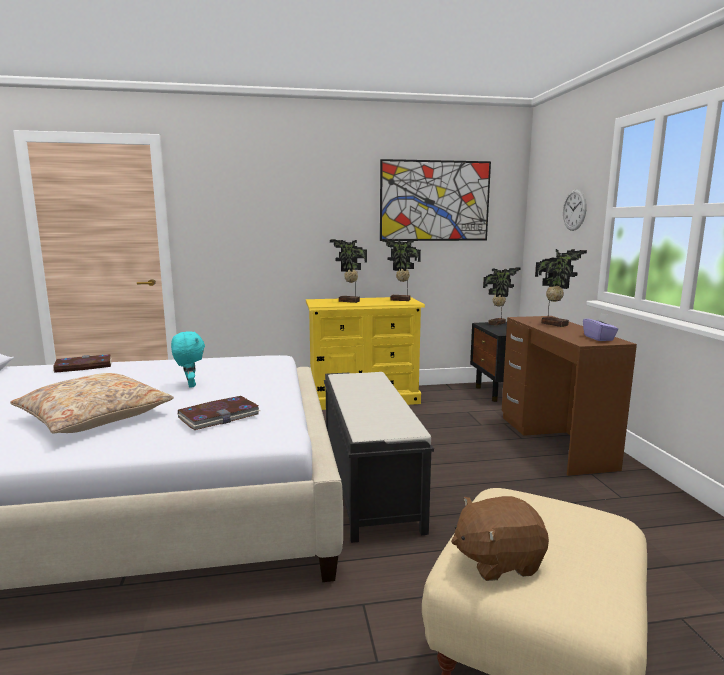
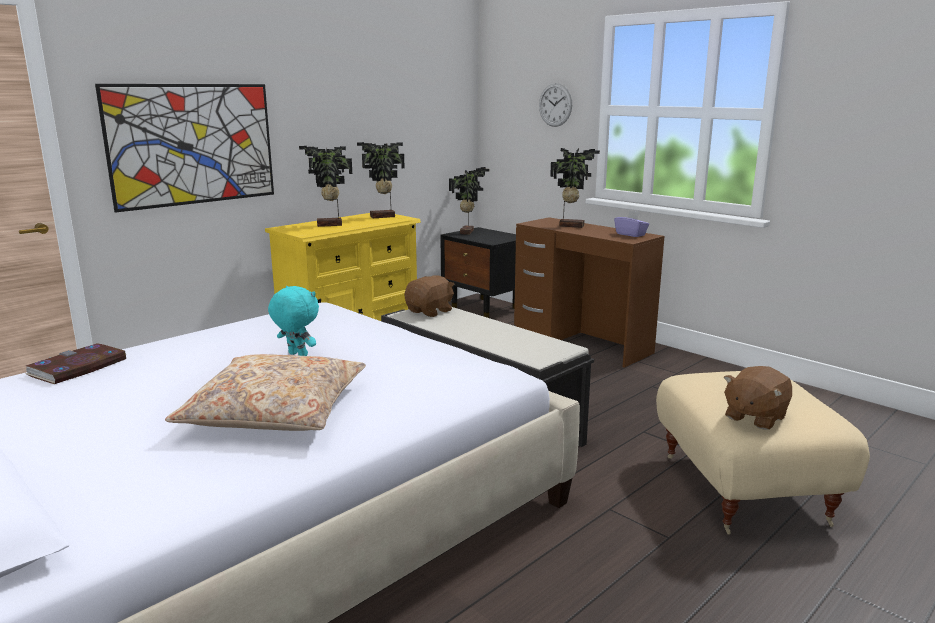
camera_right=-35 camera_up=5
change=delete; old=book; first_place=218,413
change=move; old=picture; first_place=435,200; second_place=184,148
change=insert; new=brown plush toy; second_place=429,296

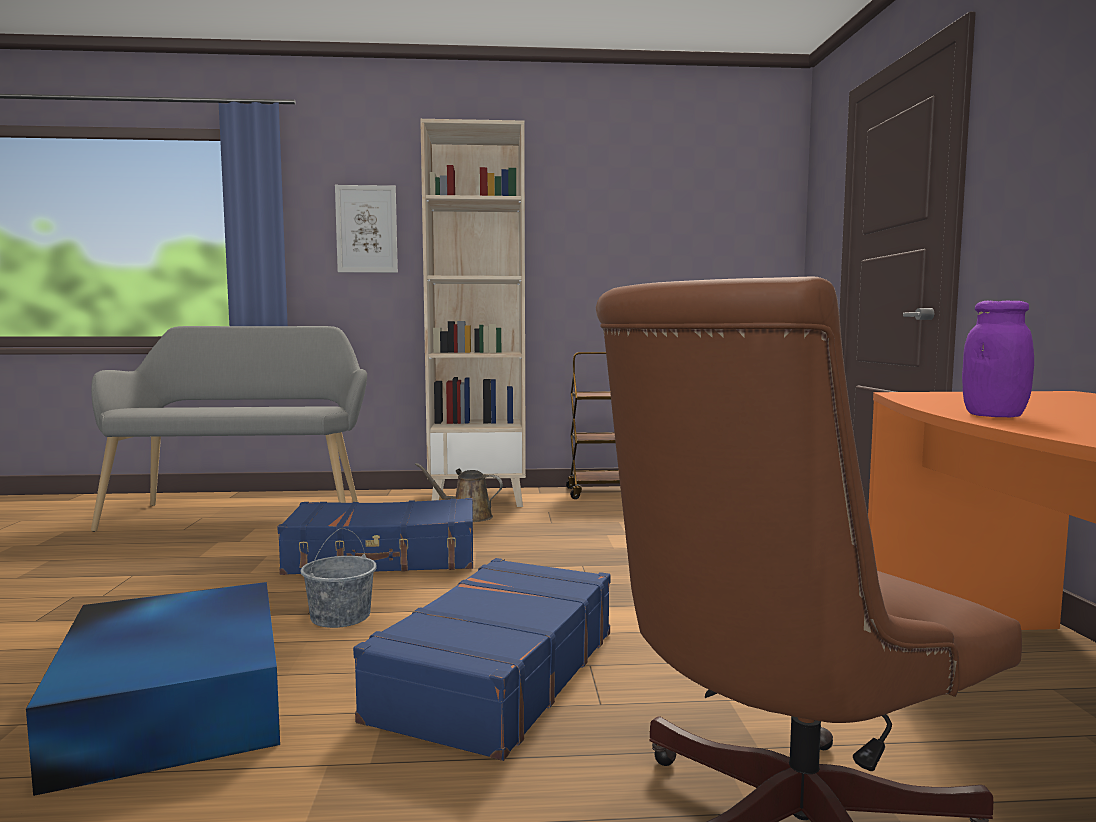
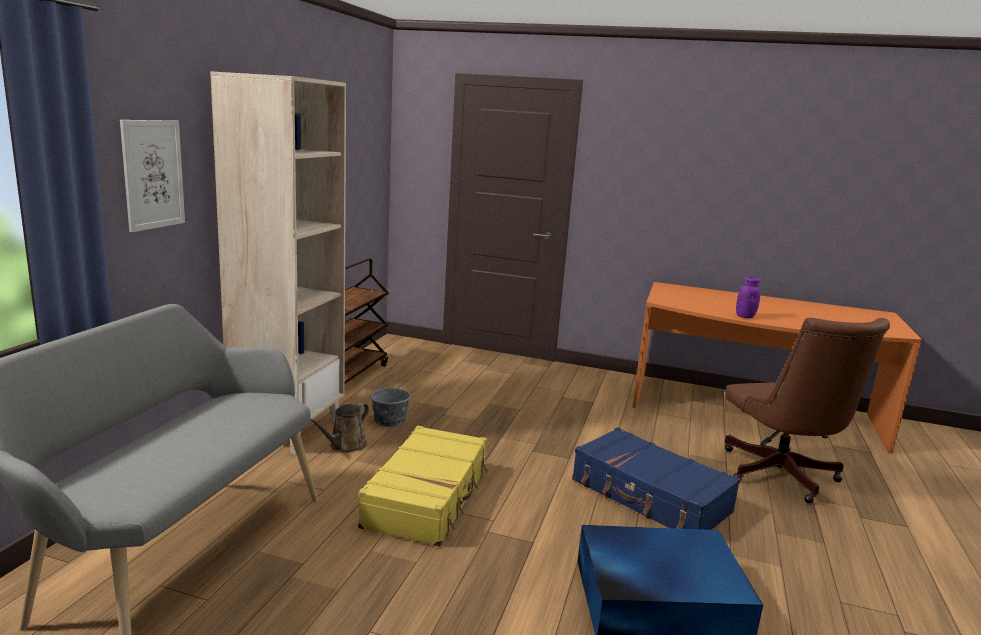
camera_right=-70 camera_up=10
change=recolor; old=blue suitcase; new=yellow suitcase; first_place=375,536; second_place=423,486
change=move; old=grey bucket; first_place=339,578; second_place=390,401

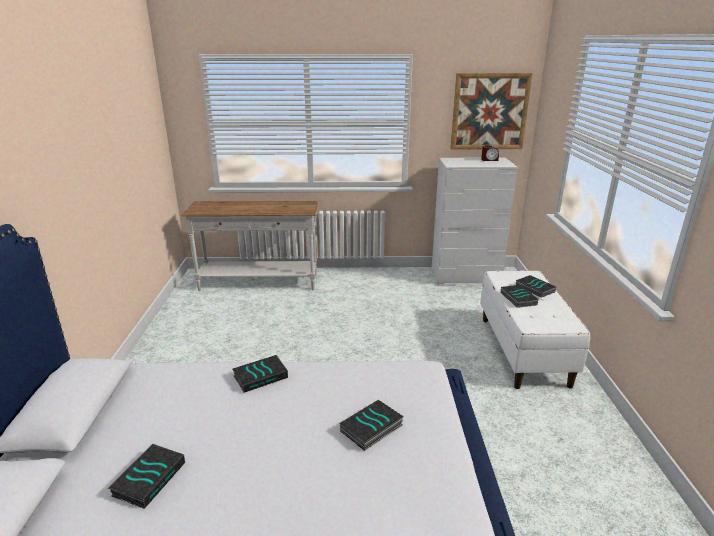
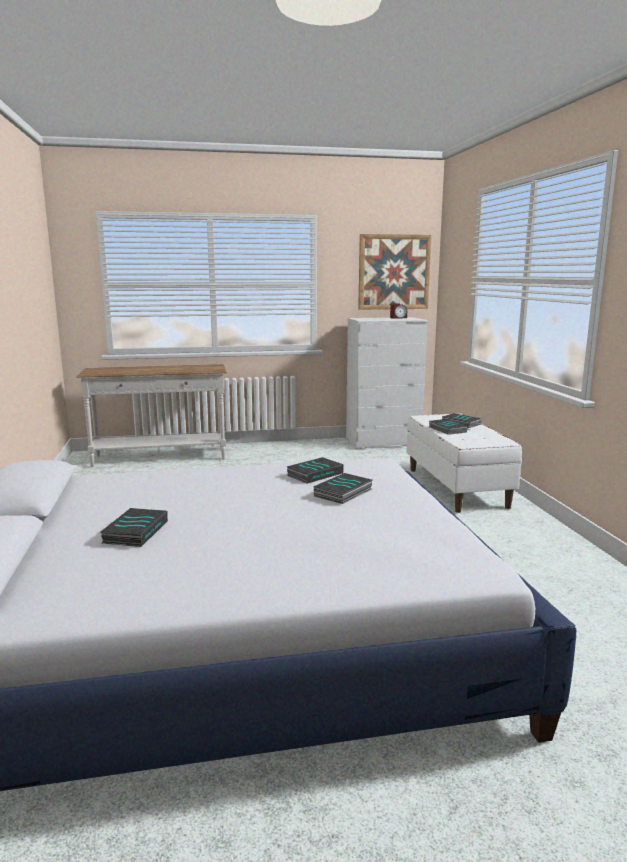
camera_right=-10 camera_up=-10
change=move; old=book; first_place=260,374; second_place=315,470

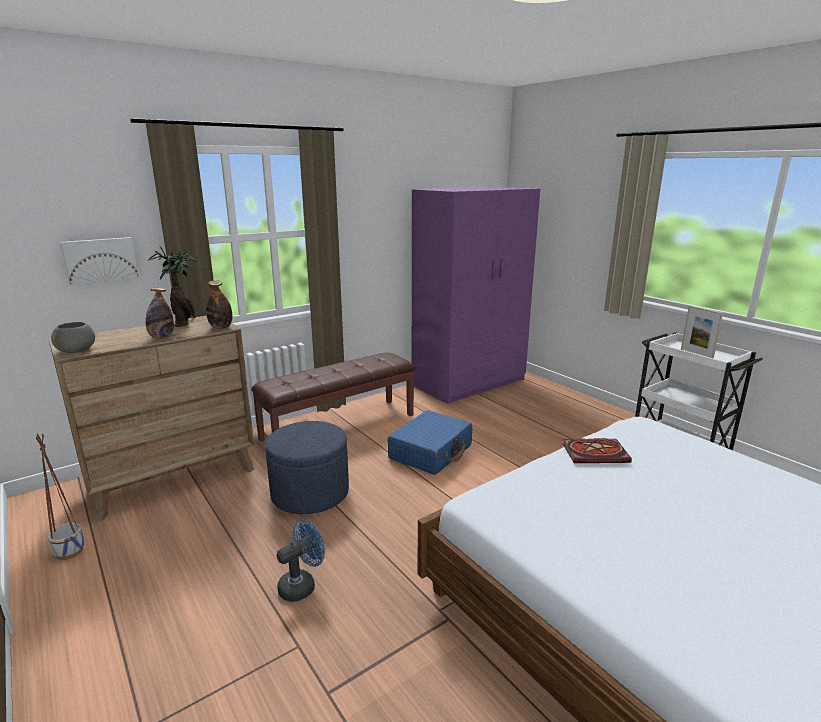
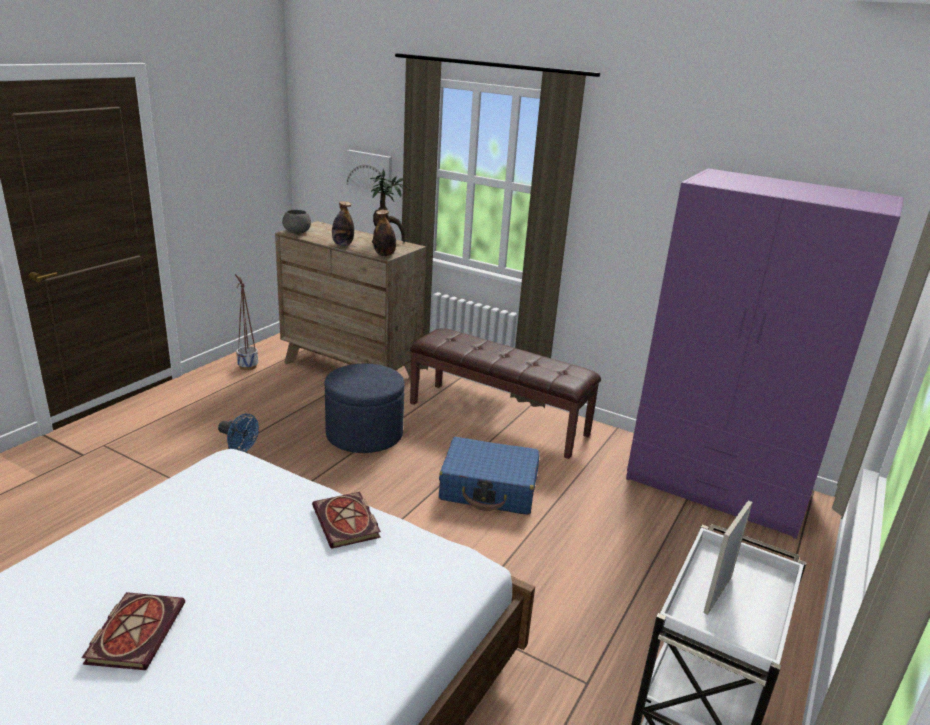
camera_right=65 camera_up=5
change=insert; new=book; second_place=133,631

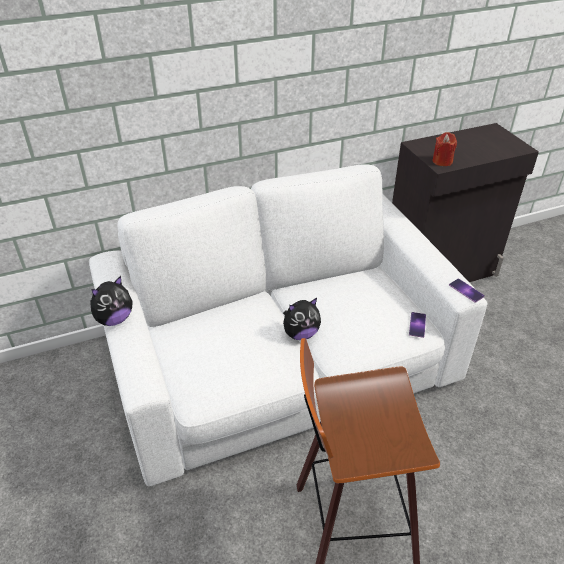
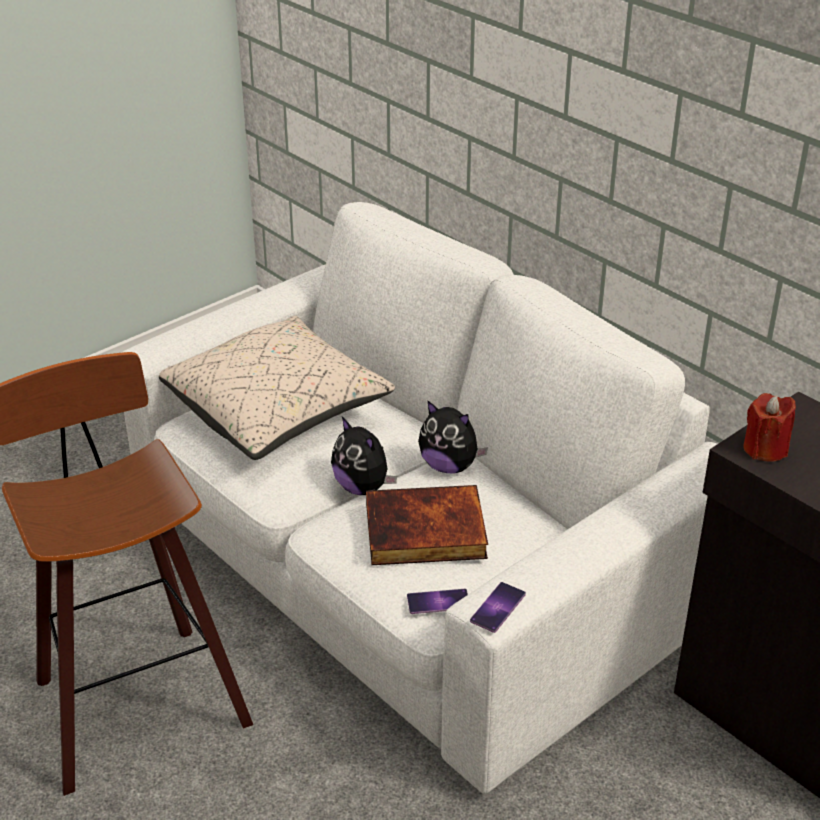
camera_right=70 camera_up=-5
change=move; old=plush toy; first_place=111,301; second_place=453,436
change=insert; new=beige pillow; second_place=277,388
change=insert; new=book; second_place=427,525

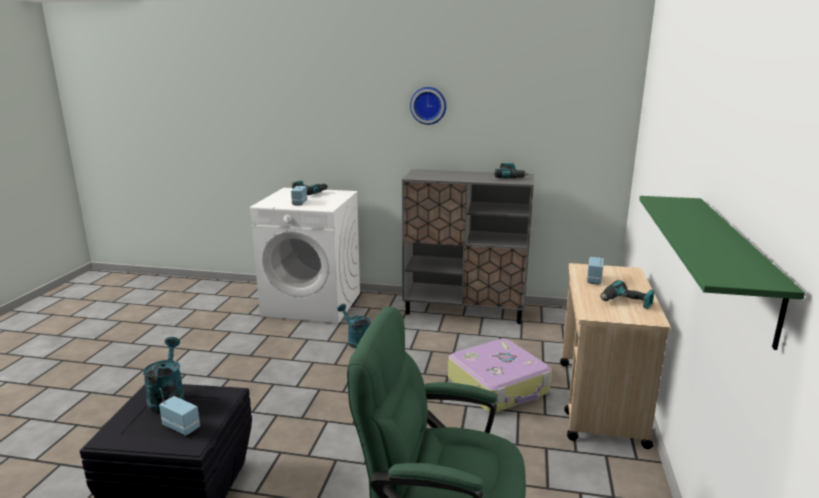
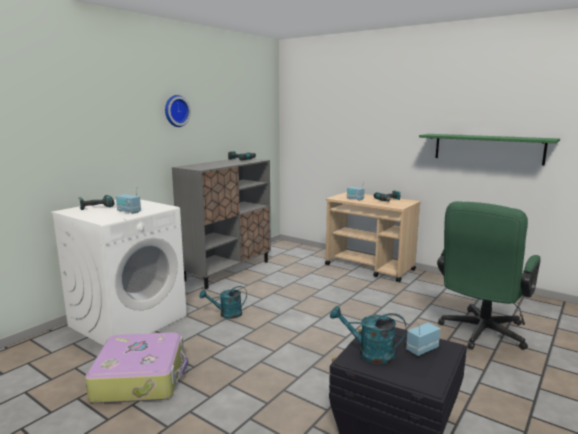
camera_right=-65 camera_up=-5
change=move; old=suitcase; first_place=500,376; second_place=136,367

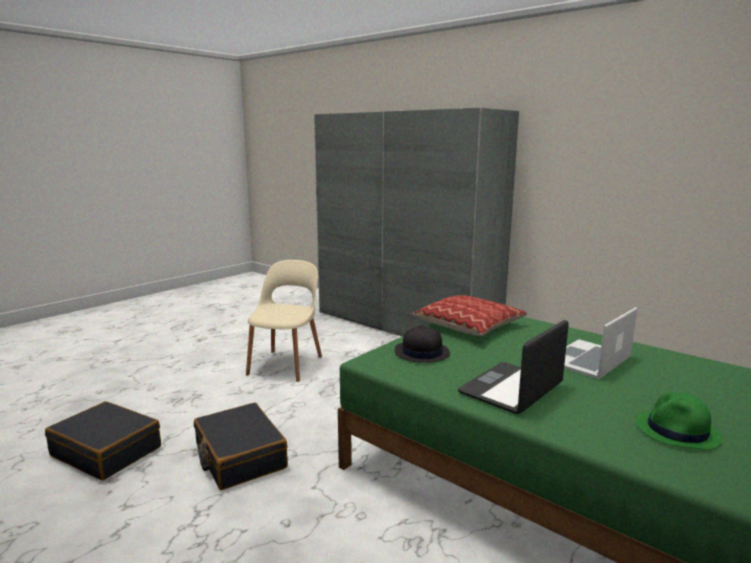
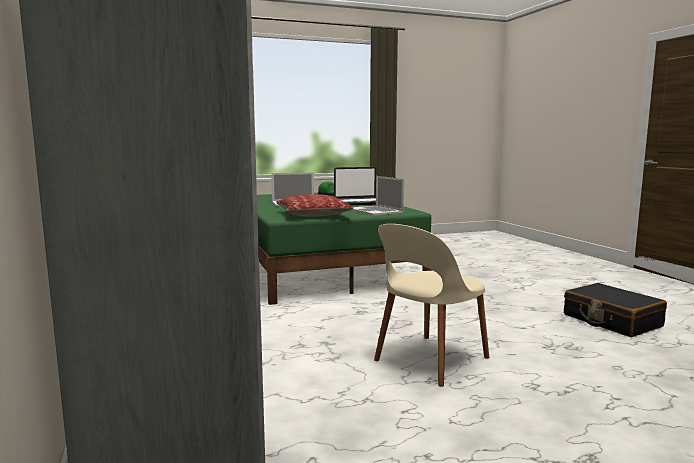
camera_right=-150 camera_up=-5
change=delete; old=black suitcase; first_place=241,446
change=replace; old=black hat; new=laptop; first_place=422,344; second_place=377,196

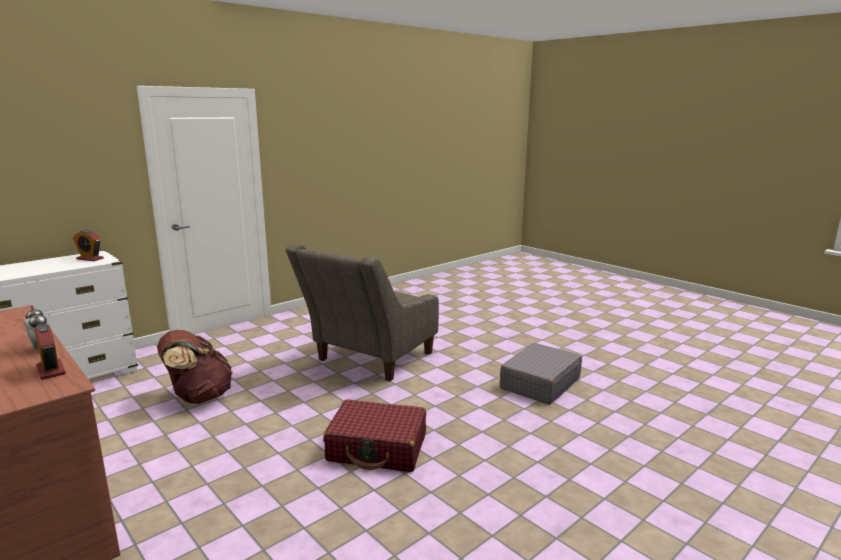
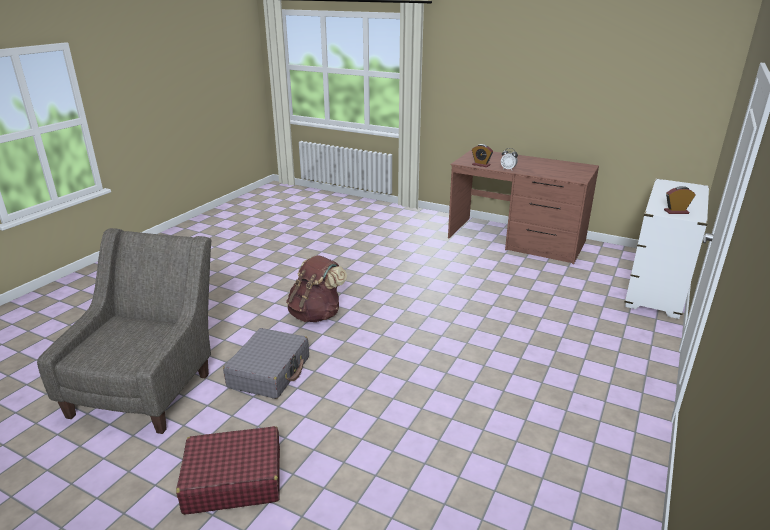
camera_right=160 camera_up=10
change=move; old=brown backpack; first_place=195,367; second_place=316,288
change=move; old=grey armchair; first_place=362,312; second_place=124,331
change=move; old=red suitcase; first_place=374,435; second_place=228,470

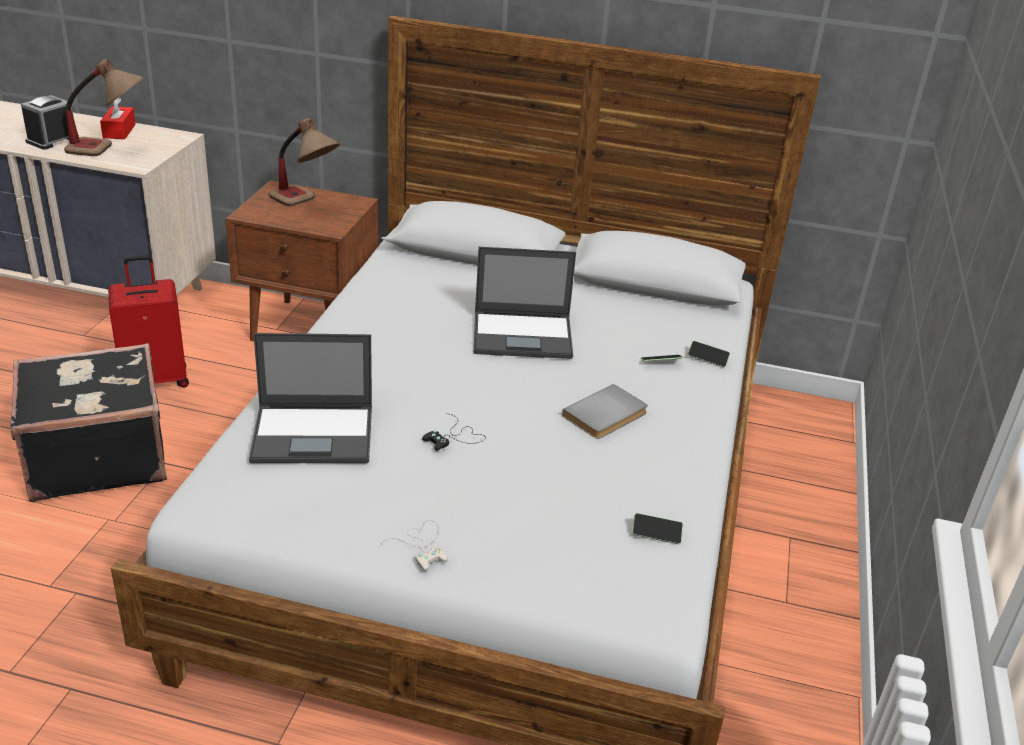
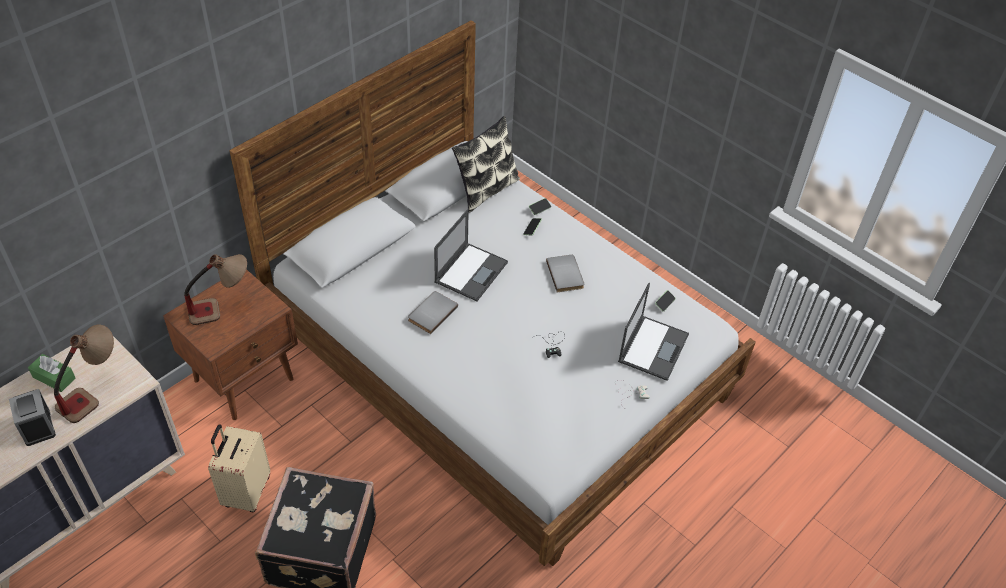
camera_right=-60 camera_up=15
change=recolor; old=red tissue box; new=green tissue box; first_place=118,118; second_place=51,373
change=recolor; old=red suitcase; new=beige suitcase; first_place=148,321; second_place=239,468
change=move; old=laptop; first_place=310,398; second_place=653,332
change=insert; new=grey book; second_place=433,312
change=insert; new=pillow; second_place=486,164

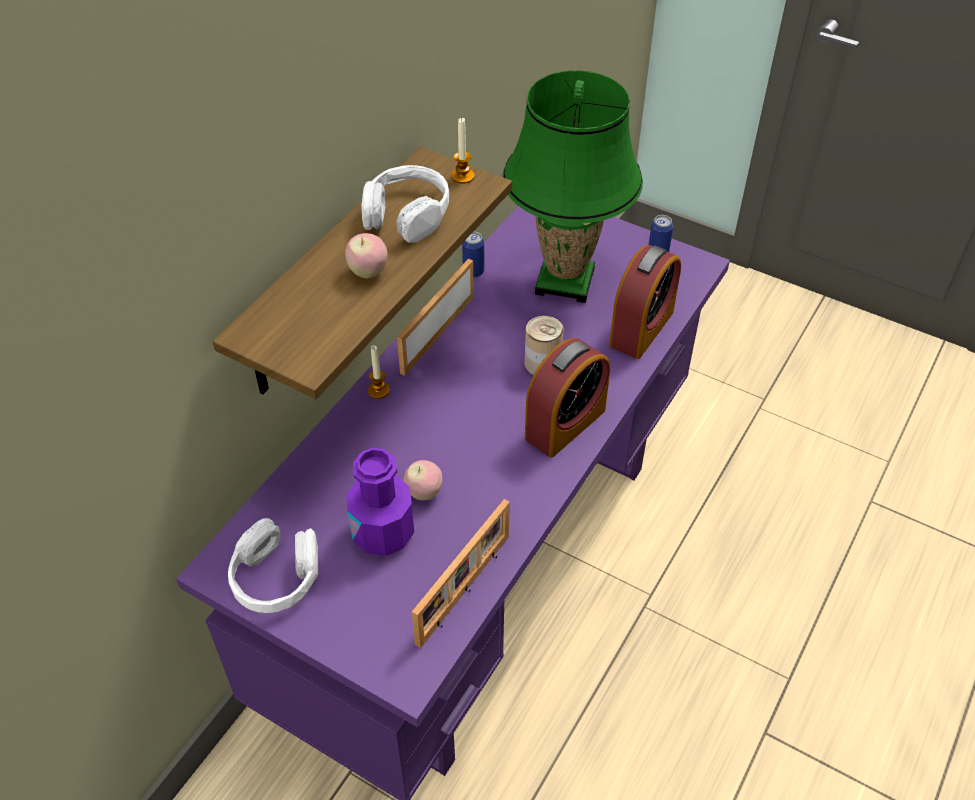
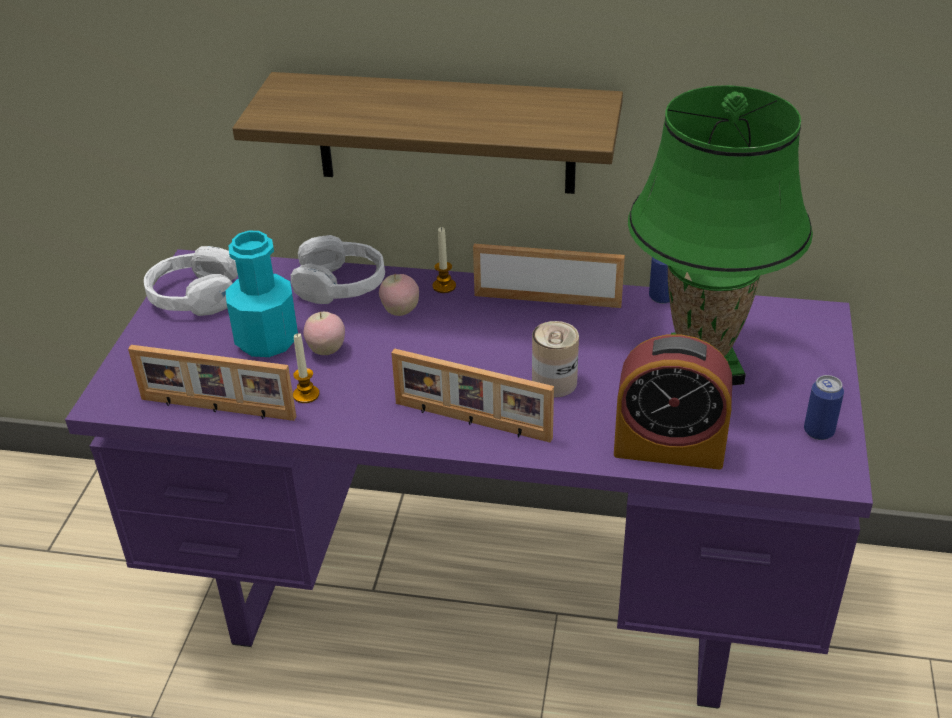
camera_right=70 camera_up=-10
change=move; old=apple; first_place=366,255; second_place=399,294
change=recolor; old=purple bottle; new=turquoise bottle; first_place=380,502; second_place=262,294
change=move; old=white headphones; first_place=405,204; second_place=338,269
change=move; old=candle; first_place=462,150; second_place=306,368
change=replace; old=alarm clock; new=picture frame; first_place=567,398; second_place=472,395

